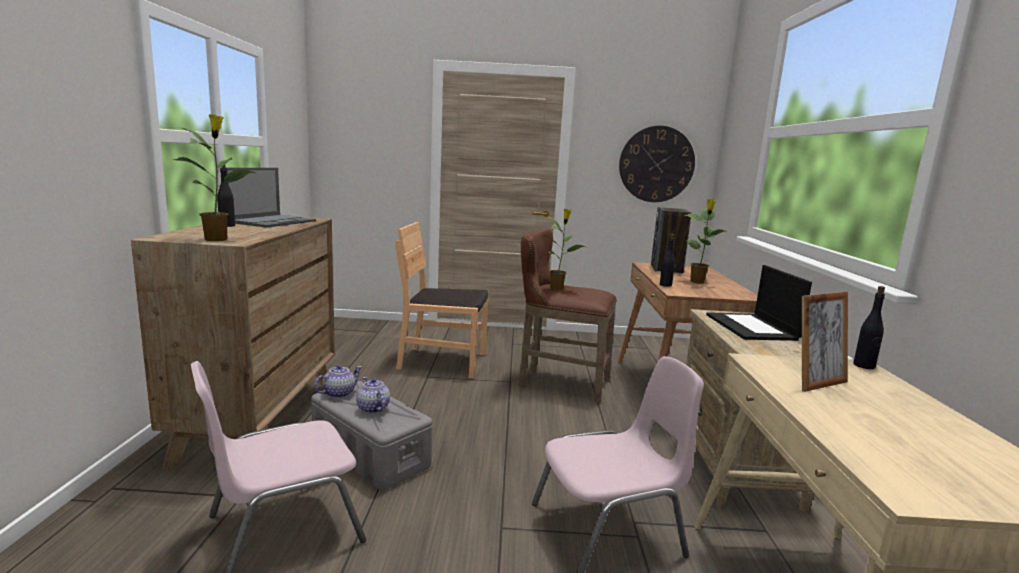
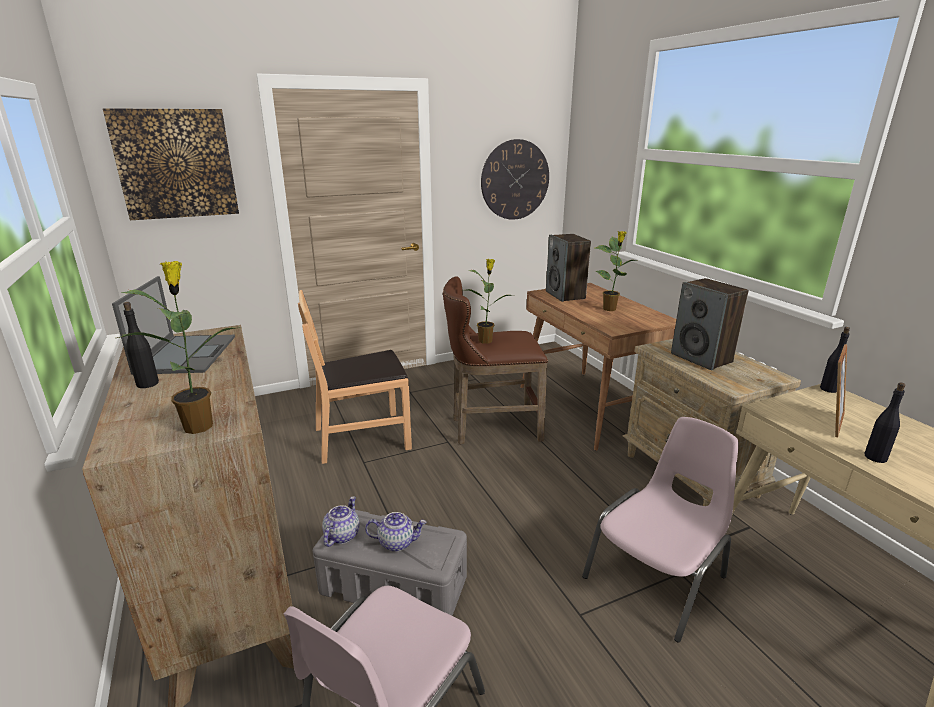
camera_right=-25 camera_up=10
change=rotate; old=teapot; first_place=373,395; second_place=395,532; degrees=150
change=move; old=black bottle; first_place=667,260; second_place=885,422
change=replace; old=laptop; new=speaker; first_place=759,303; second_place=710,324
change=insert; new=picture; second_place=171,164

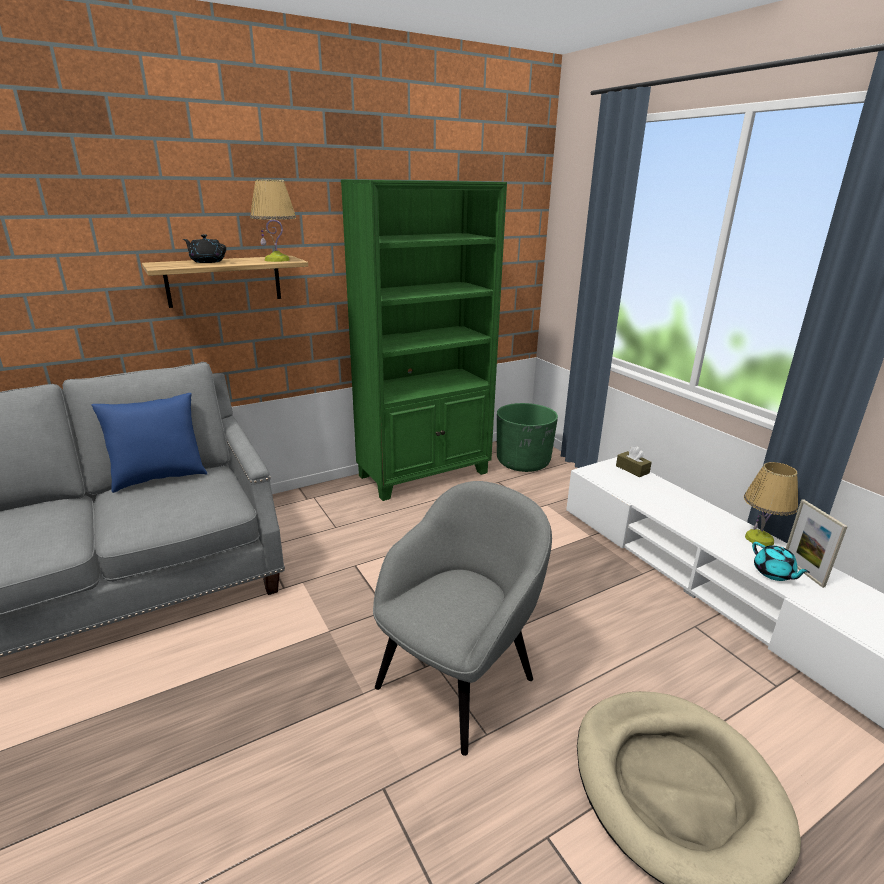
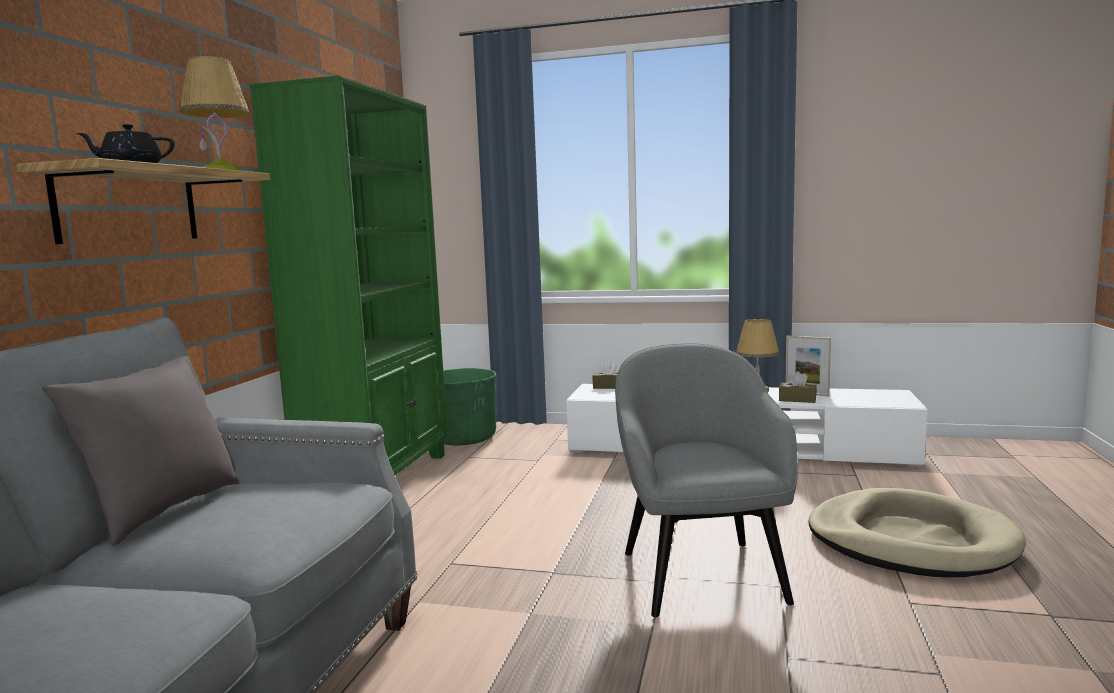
camera_right=-45 camera_up=-15
change=recolor; old=blue pillow; new=grey pillow; first_place=149,443; second_place=140,451
change=replace; old=turquoise teapot; new=brown tissue box; first_place=781,561; second_place=798,387

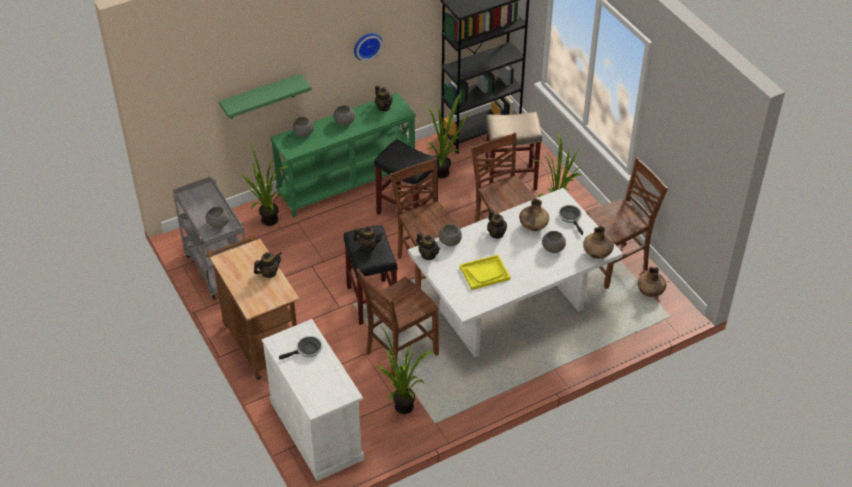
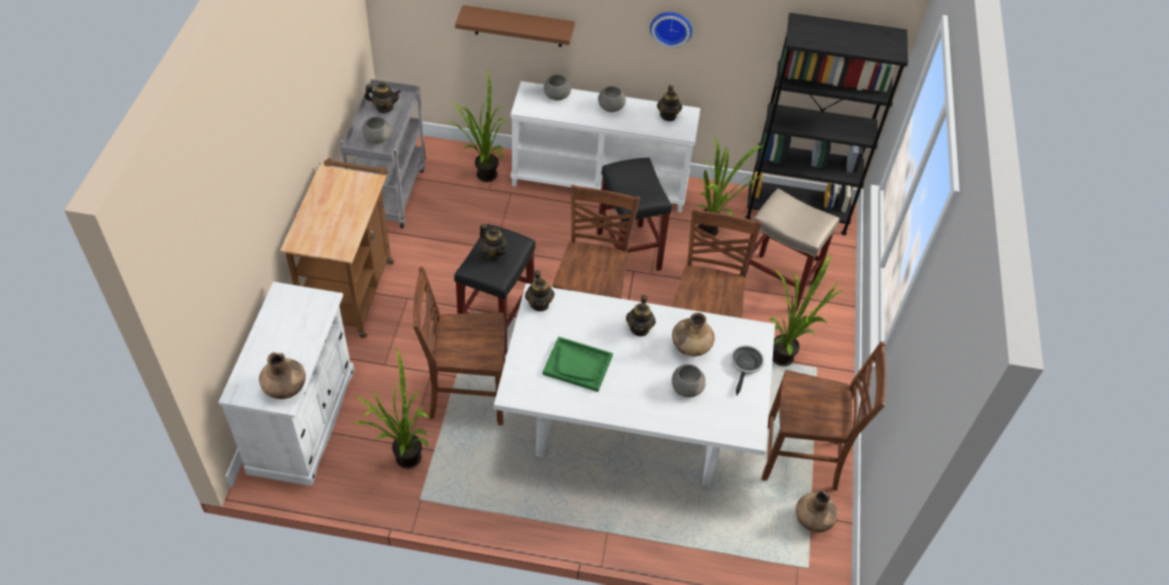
camera_right=35 camera_up=5
change=recolor; old=green shelf; new=brown shelf; first_place=265,96; second_place=515,26
change=move; old=teapot; first_place=268,265; second_place=383,97
change=recolor; old=green console table; new=white console table; first_place=343,155; second_place=605,147
change=delete; old=frying pan; first_place=300,348
change=delete; old=grey bowl; first_place=450,235
change=recolor; old=yellow tray; new=green tray; first_place=485,272; second_place=578,364
change=move; old=brown vase; first_place=598,242; second_place=282,375

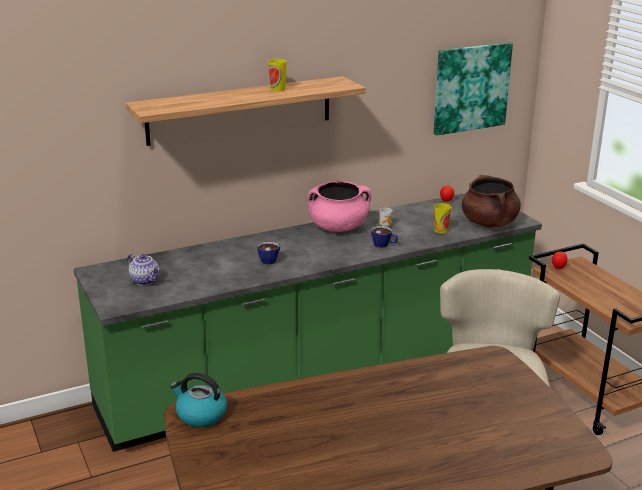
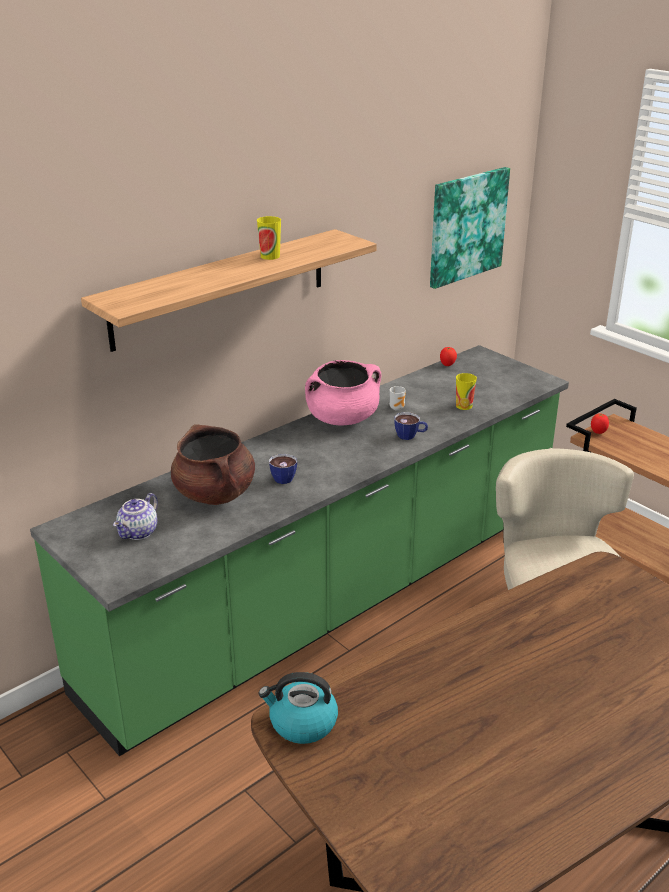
camera_right=-15 camera_up=5
change=rotate; old=teapot; first_place=143,269; second_place=135,516; degrees=90
change=move; old=brown cooking pot; first_place=491,201; second_place=213,465

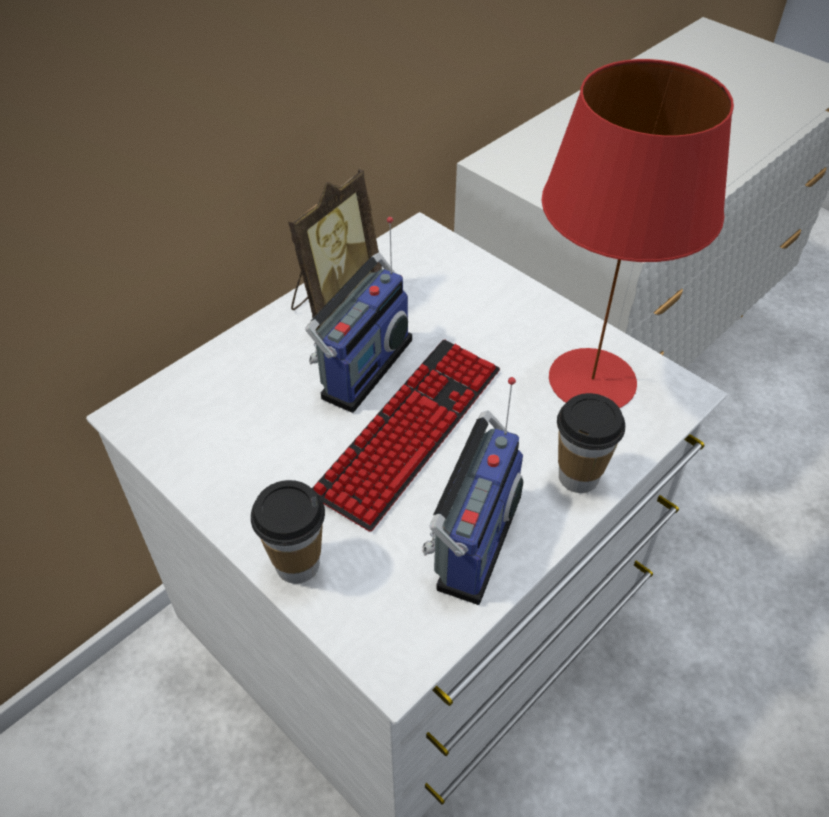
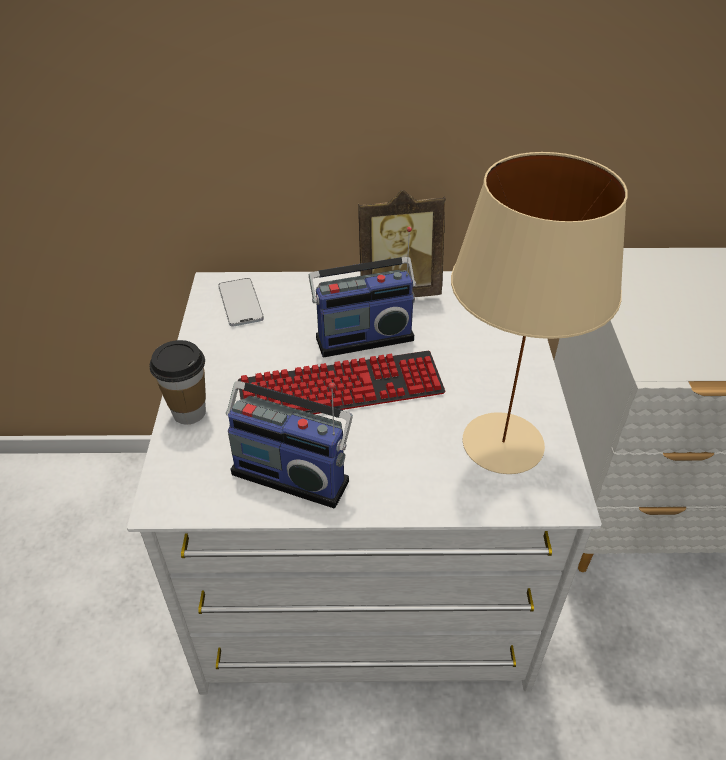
camera_right=45 camera_up=-5
change=rotate; old=radio; first_place=472,491; second_place=289,444; degrees=45
change=recolor; old=red table lamp; new=beige table lamp; first_place=637,233; second_place=539,313
change=delete; old=cup; first_place=591,443
change=insert; new=phone; second_place=241,302

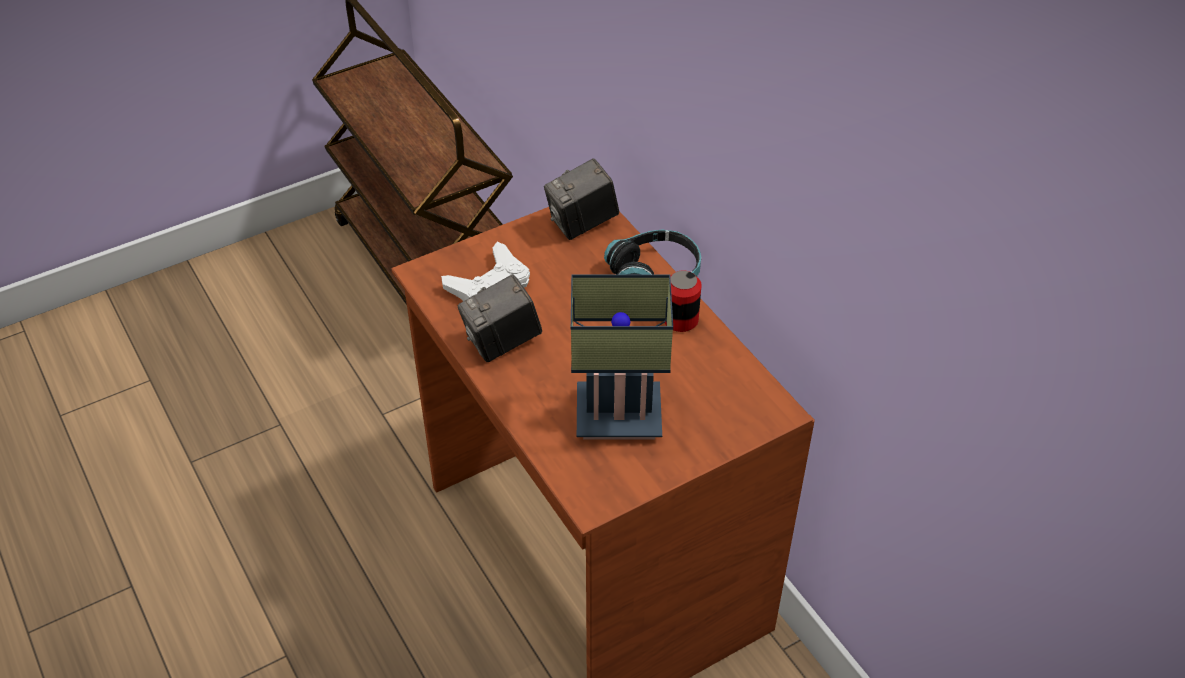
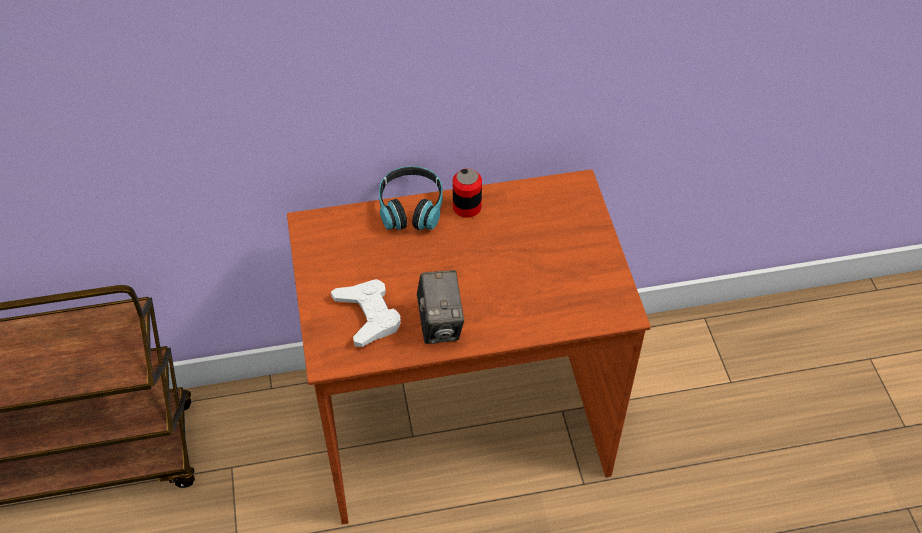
camera_right=-70 camera_up=5
change=delete; old=photo camera; first_place=581,199
change=delete; old=table lamp; first_place=622,356

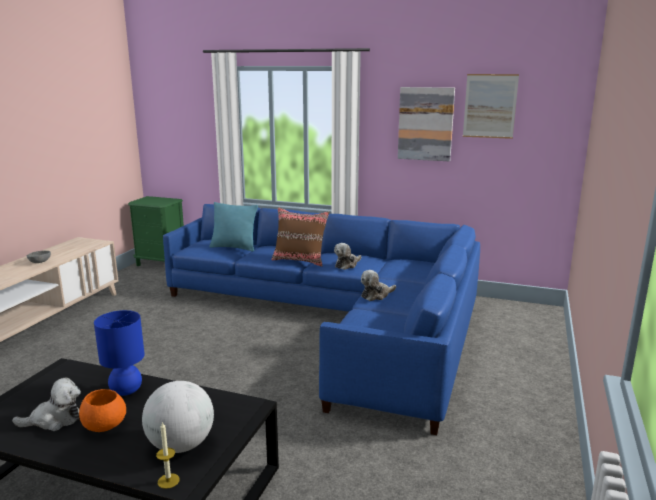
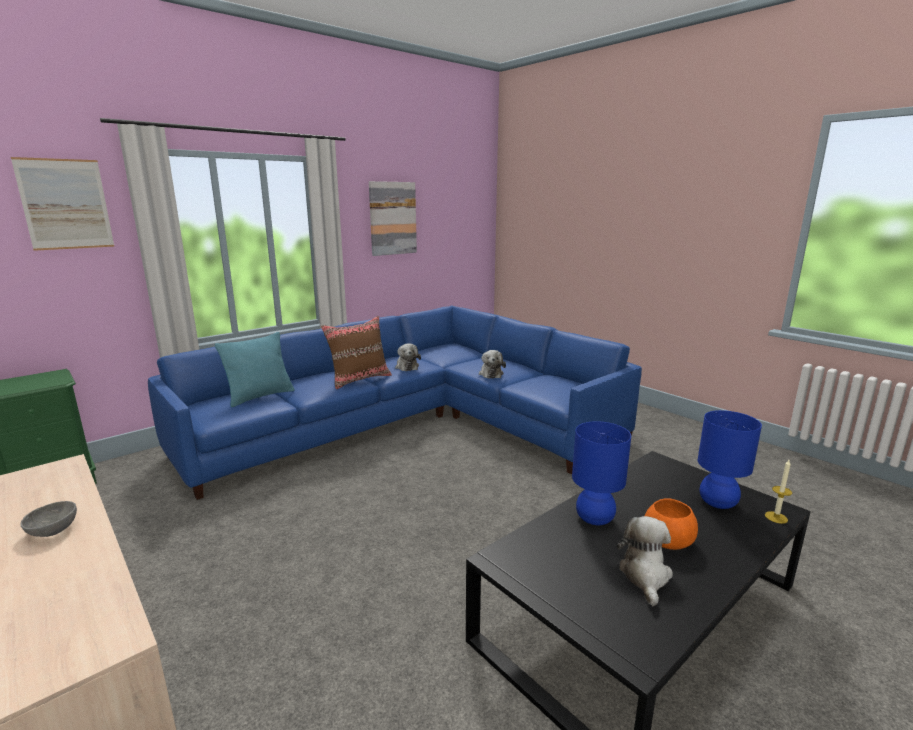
camera_right=-60 camera_up=0
change=replace; old=globe; new=blue table lamp; first_place=178,417; second_place=730,459
change=move; old=picture; first_place=491,106; second_place=63,204

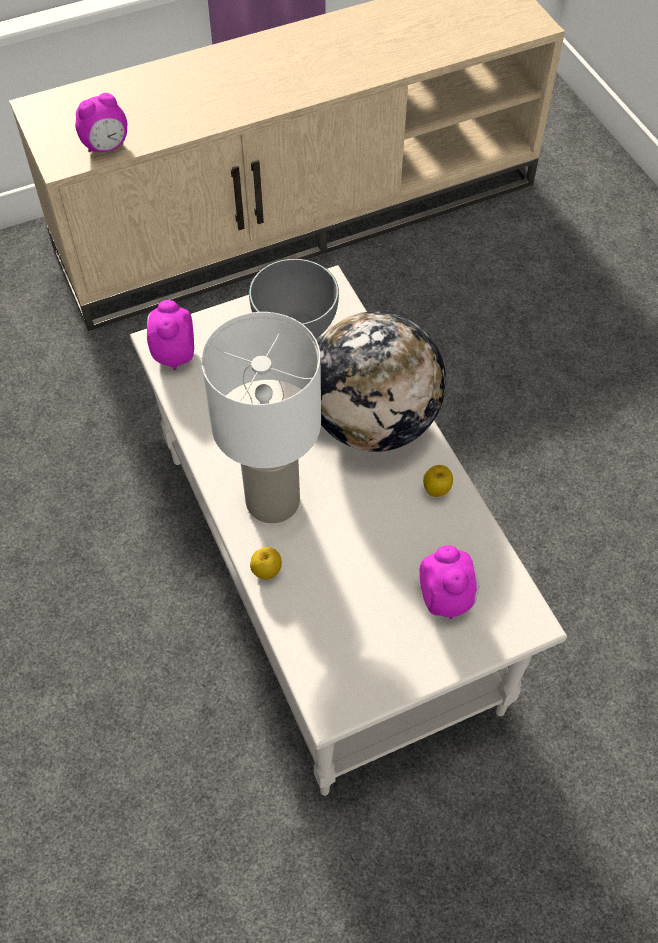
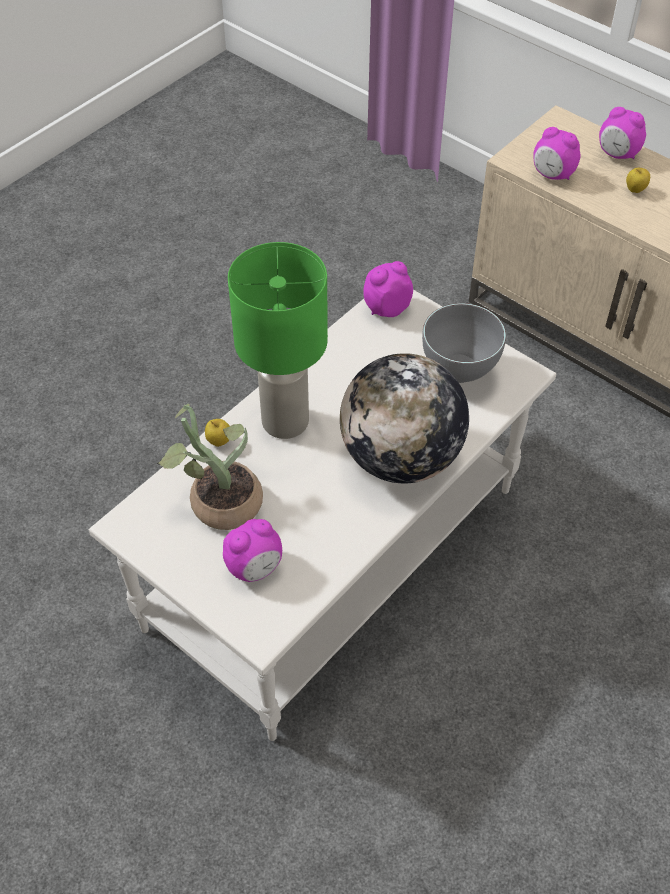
camera_right=65 camera_up=-5
change=recolor; old=white table lamp; new=green table lamp; first_place=261,417; second_place=278,340
change=move; old=apple; first_place=438,481; second_place=638,180
change=insert; new=potted plant; second_place=210,467
change=insert; new=alarm clock; second_place=622,133

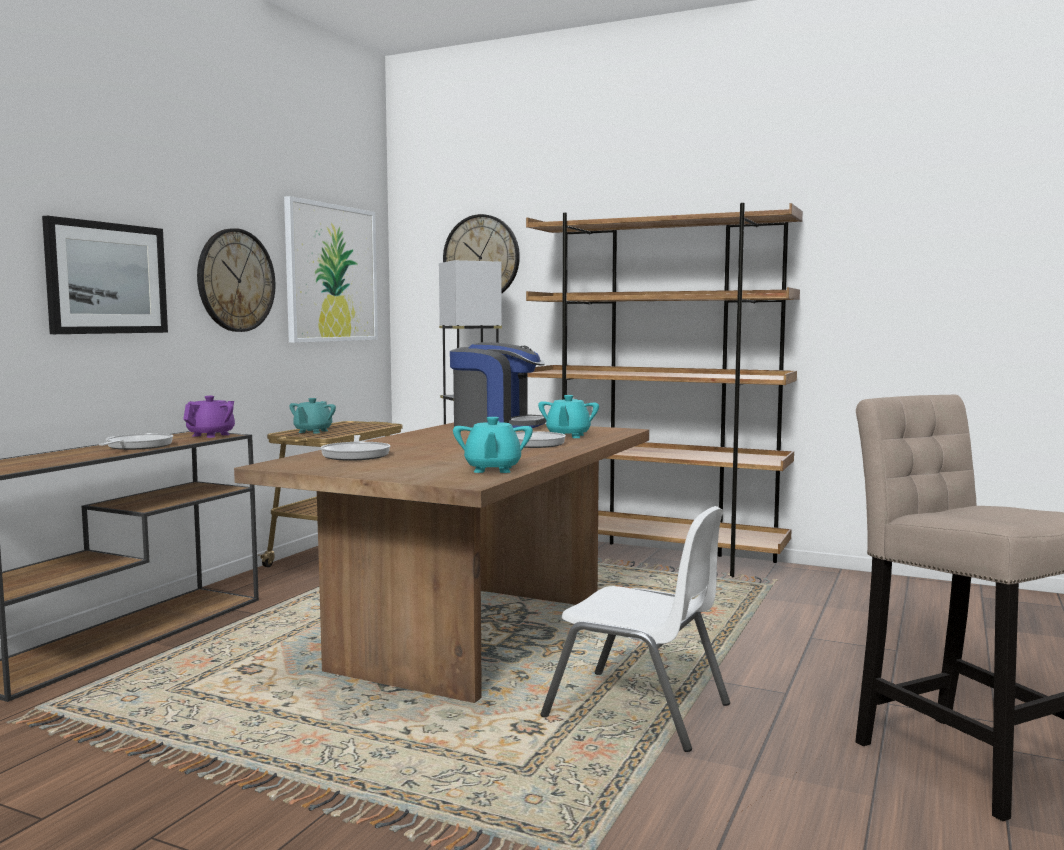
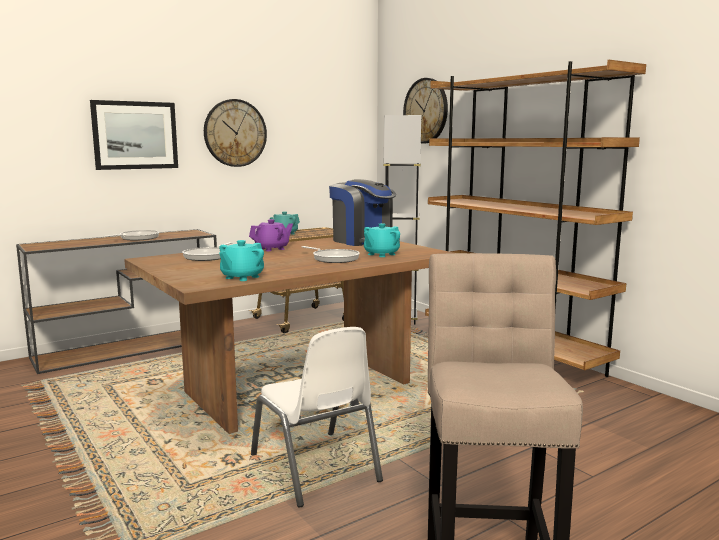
camera_right=30 camera_up=5
change=move; old=purple teapot; first_place=209,417; second_place=271,235
change=delete; old=picture; first_place=331,269

